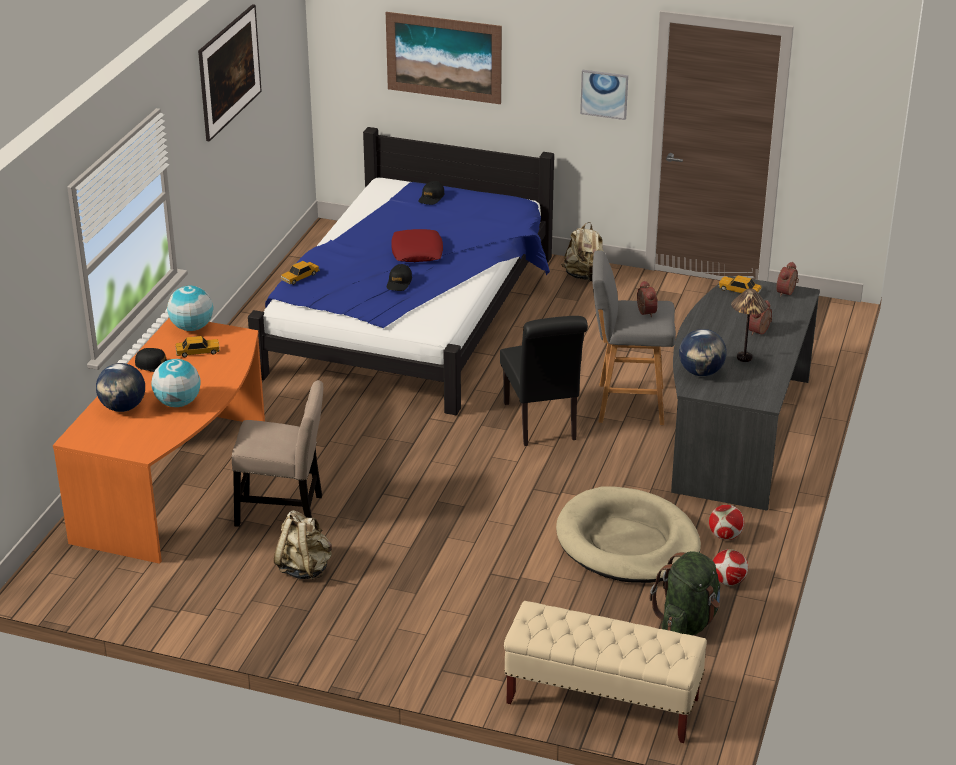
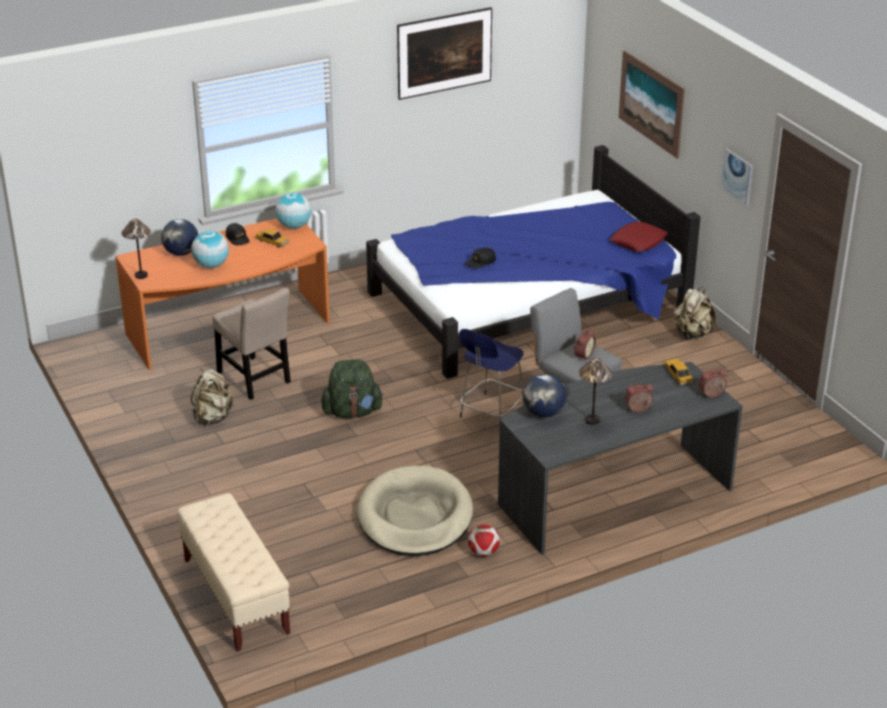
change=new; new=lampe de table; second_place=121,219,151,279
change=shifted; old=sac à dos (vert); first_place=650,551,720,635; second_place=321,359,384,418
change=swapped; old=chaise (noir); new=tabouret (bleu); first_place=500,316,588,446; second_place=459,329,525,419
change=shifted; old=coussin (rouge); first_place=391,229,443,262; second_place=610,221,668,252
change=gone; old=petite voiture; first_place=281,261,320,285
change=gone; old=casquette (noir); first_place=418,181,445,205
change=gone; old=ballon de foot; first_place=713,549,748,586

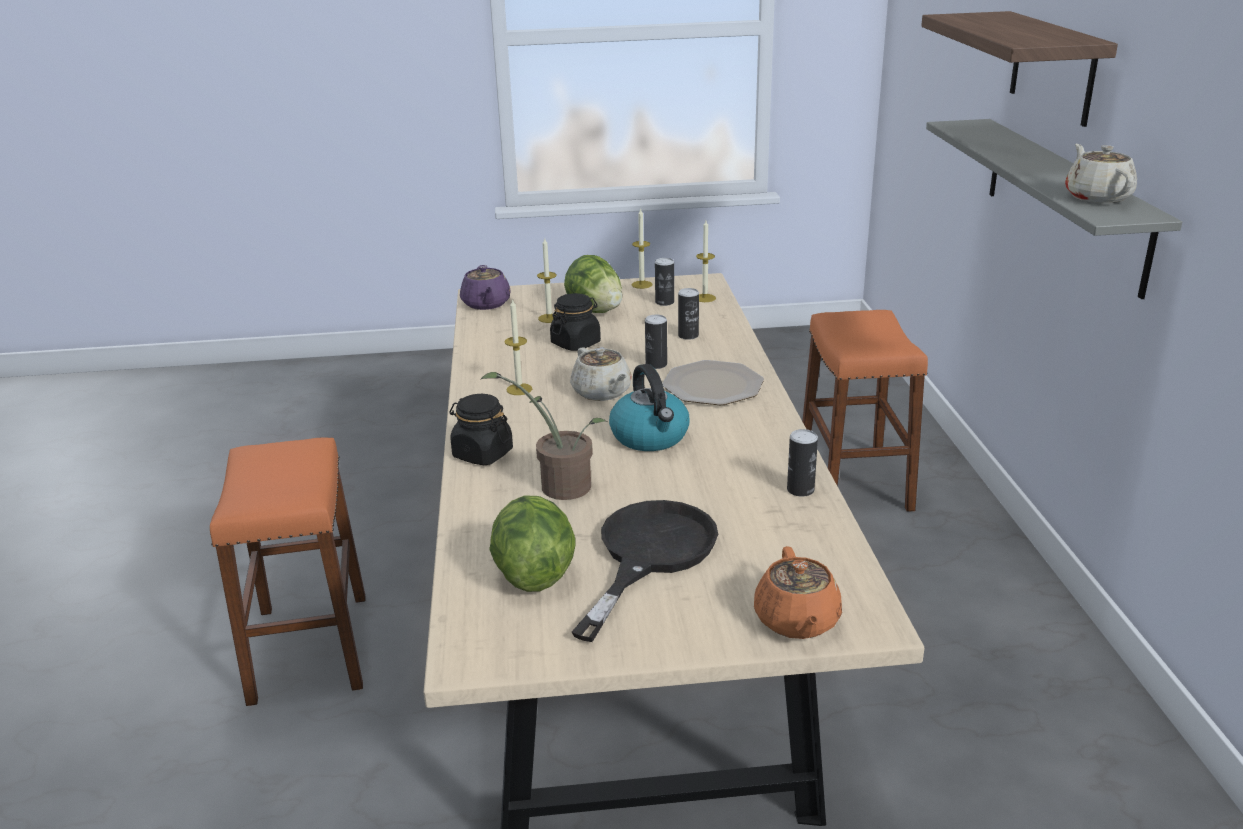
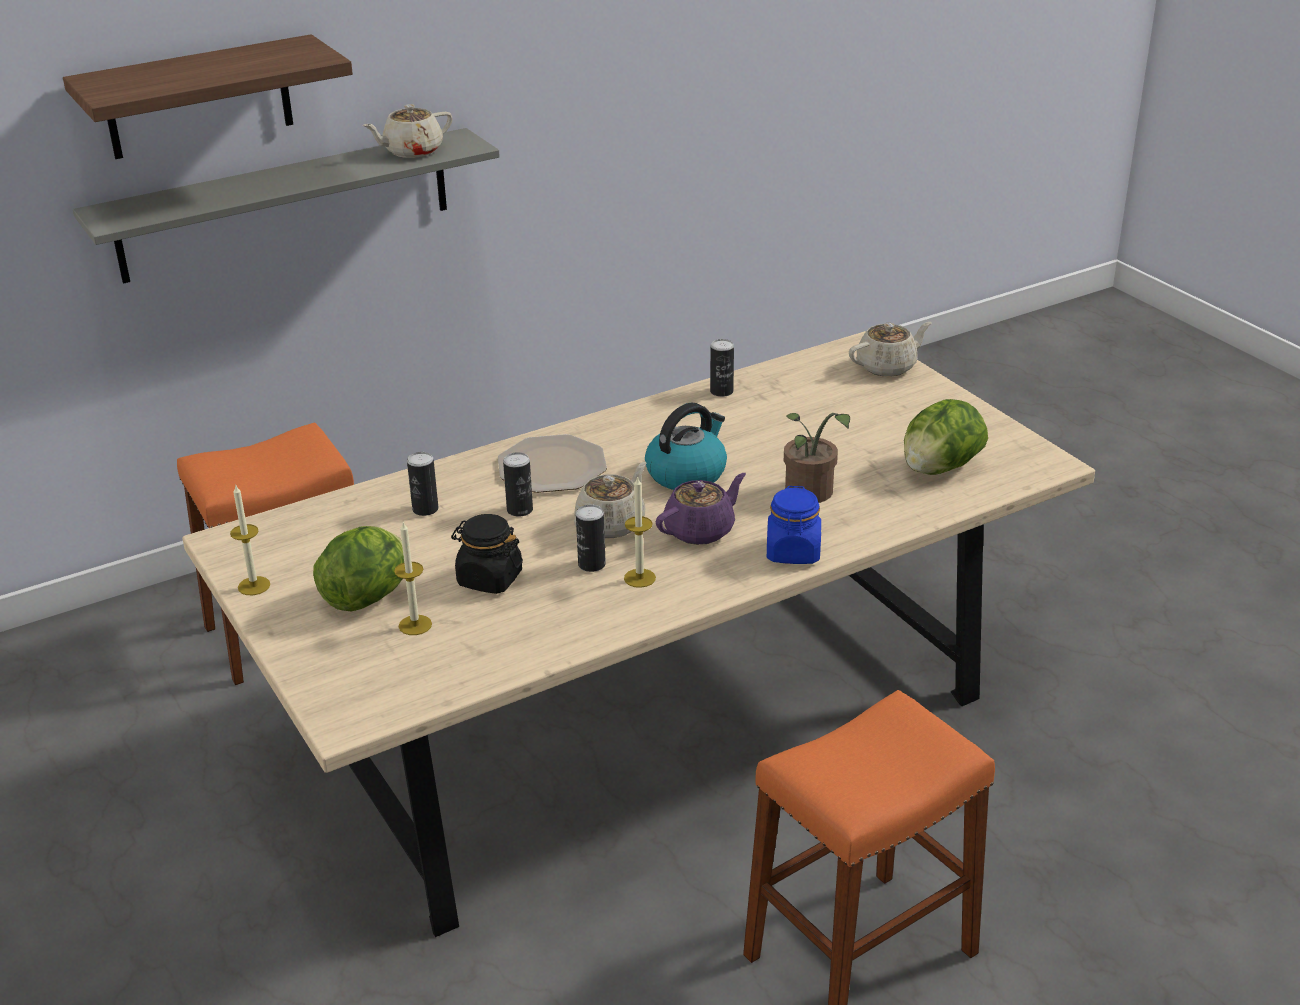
change=shifted; old=boîte métallique; first_place=655,258,674,306; second_place=576,505,606,572
change=shifted; old=théière (violet); first_place=460,265,511,310; second_place=656,473,746,545
change=repainted; old=bocal (noir); new=bocal (bleu); first_place=449,394,513,465; second_place=767,486,821,564
change=repainted; old=théière (orange); new=théière (beige); first_place=754,546,842,639; second_place=849,322,932,377
change=gone; old=poêle (noir); first_place=572,500,718,642
change=gone; old=bougie; first_place=696,220,716,302

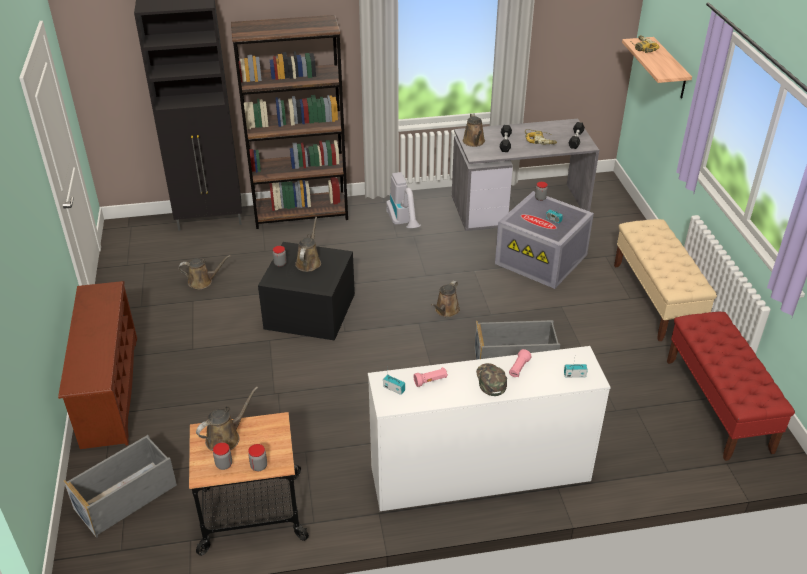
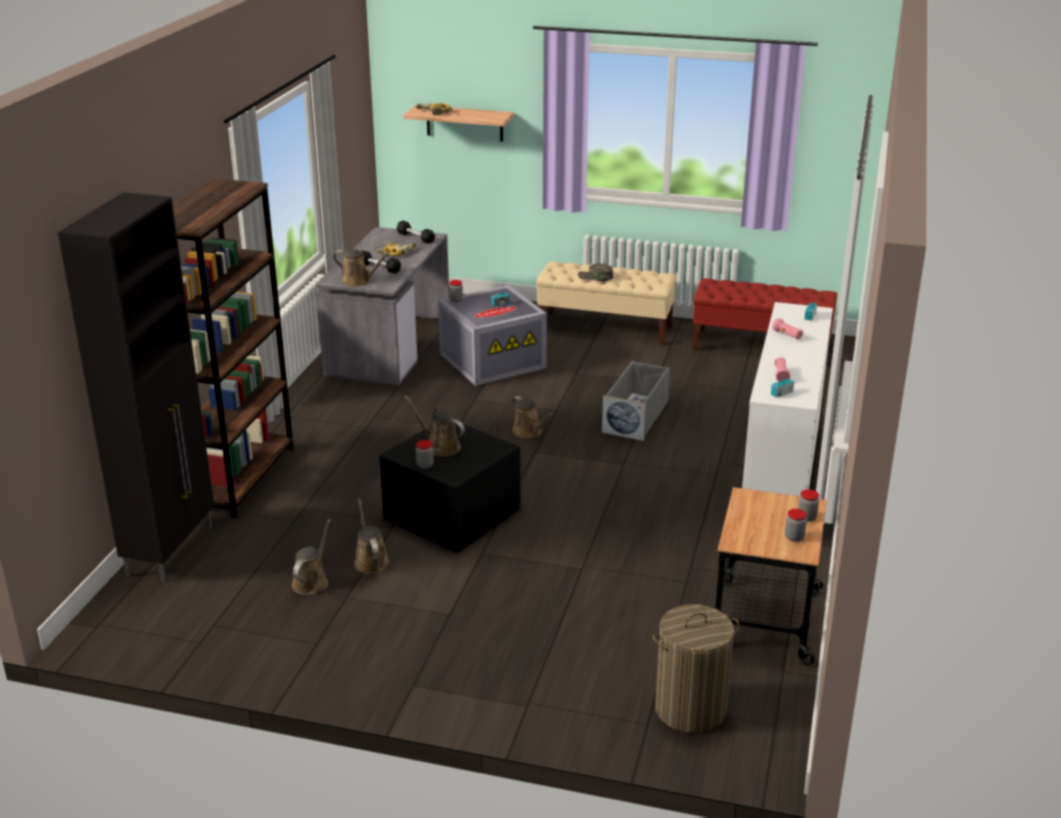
change=shifted; old=arrosoir (marron); first_place=196,387,258,451; second_place=354,499,389,574
change=shifted; old=casquette (vert); first_place=476,363,507,396; second_place=578,264,613,281
change=swapped; old=boîte de rangement (gris); new=panier à linge; first_place=64,435,177,538; second_place=653,604,740,733
change=gone; old=étagère à chaussures (marron); first_place=58,281,137,449
change=gone; old=aspirateur; first_place=386,172,421,228

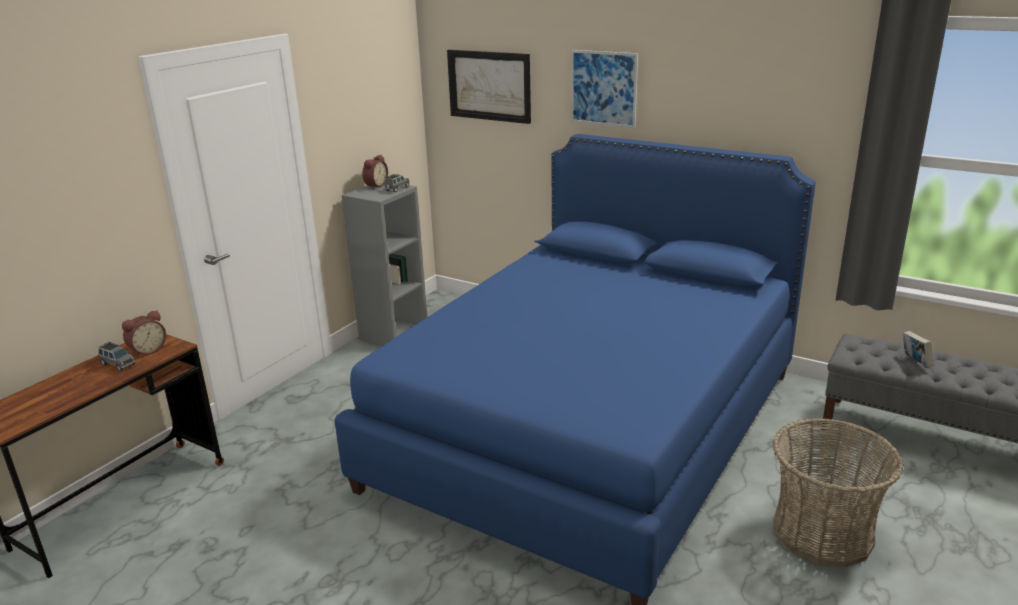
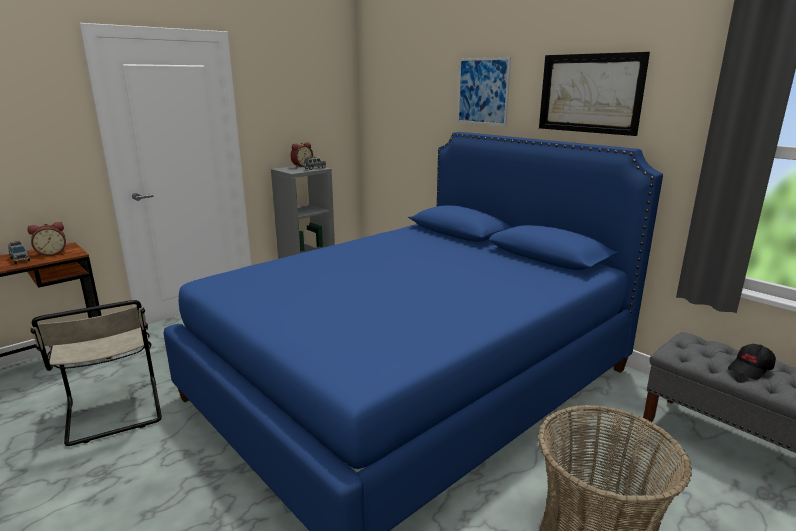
change=new; new=chaise (beige); second_place=30,300,162,446
change=shifted; old=tableau; first_place=447,50,531,124; second_place=539,52,650,136
change=swapped; old=livre; new=casquette (noir); first_place=903,331,933,367; second_place=728,344,776,380

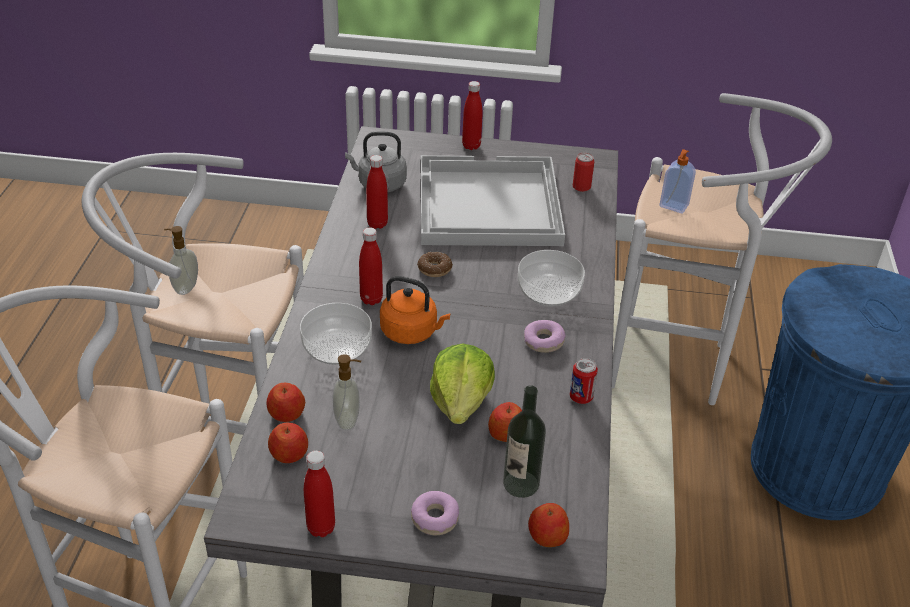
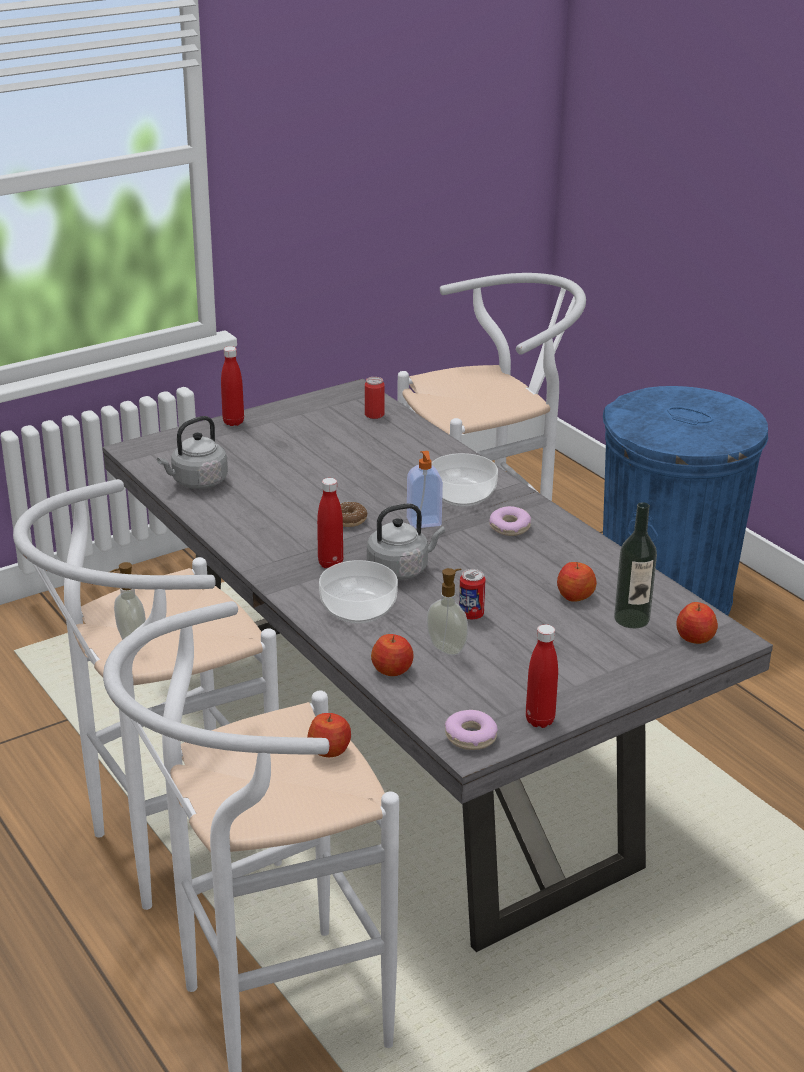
change=shifted; old=pomme; first_place=268,423,308,463; second_place=307,713,351,757
change=repainted; old=bouilloire (orange); new=bouilloire (gris); first_place=380,276,450,344; second_place=367,503,445,580
change=shifted; old=distributeur de savon; first_place=659,149,696,214; second_place=407,451,443,528
change=shifted; old=beignet; first_place=411,491,459,535; second_place=445,710,498,750
change=shifted; old=boîte métallique; first_place=570,358,598,404; second_place=459,569,485,620
change=gone; old=bouteille (rouge); first_place=366,155,388,229
change=gone; old=plateau (blanc); first_place=421,155,565,246
change=gone; old=laitue; first_place=430,344,495,424

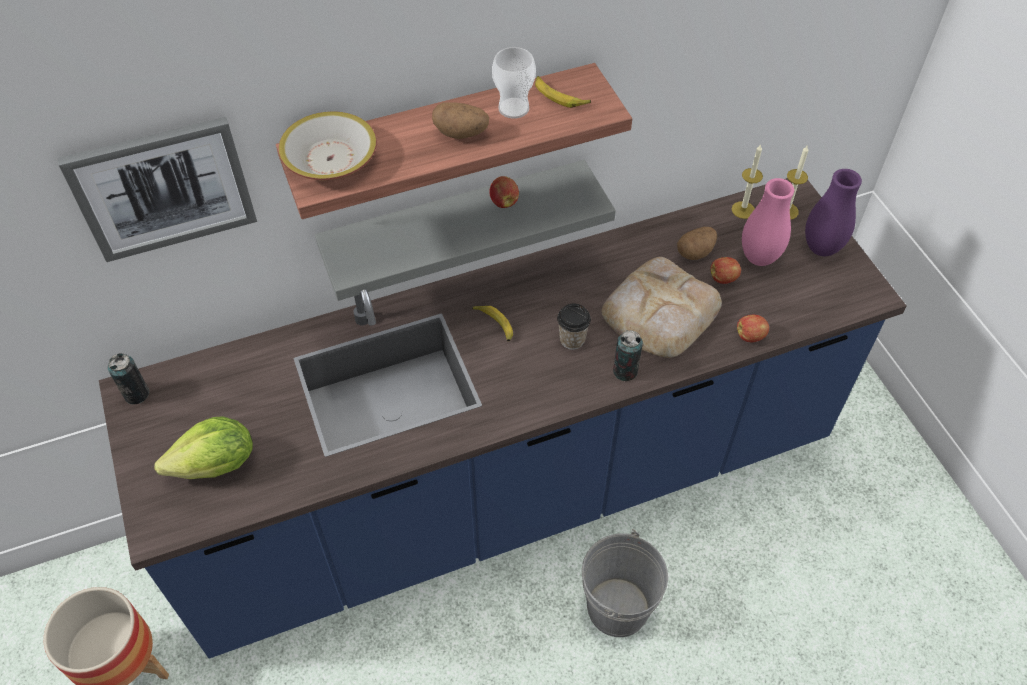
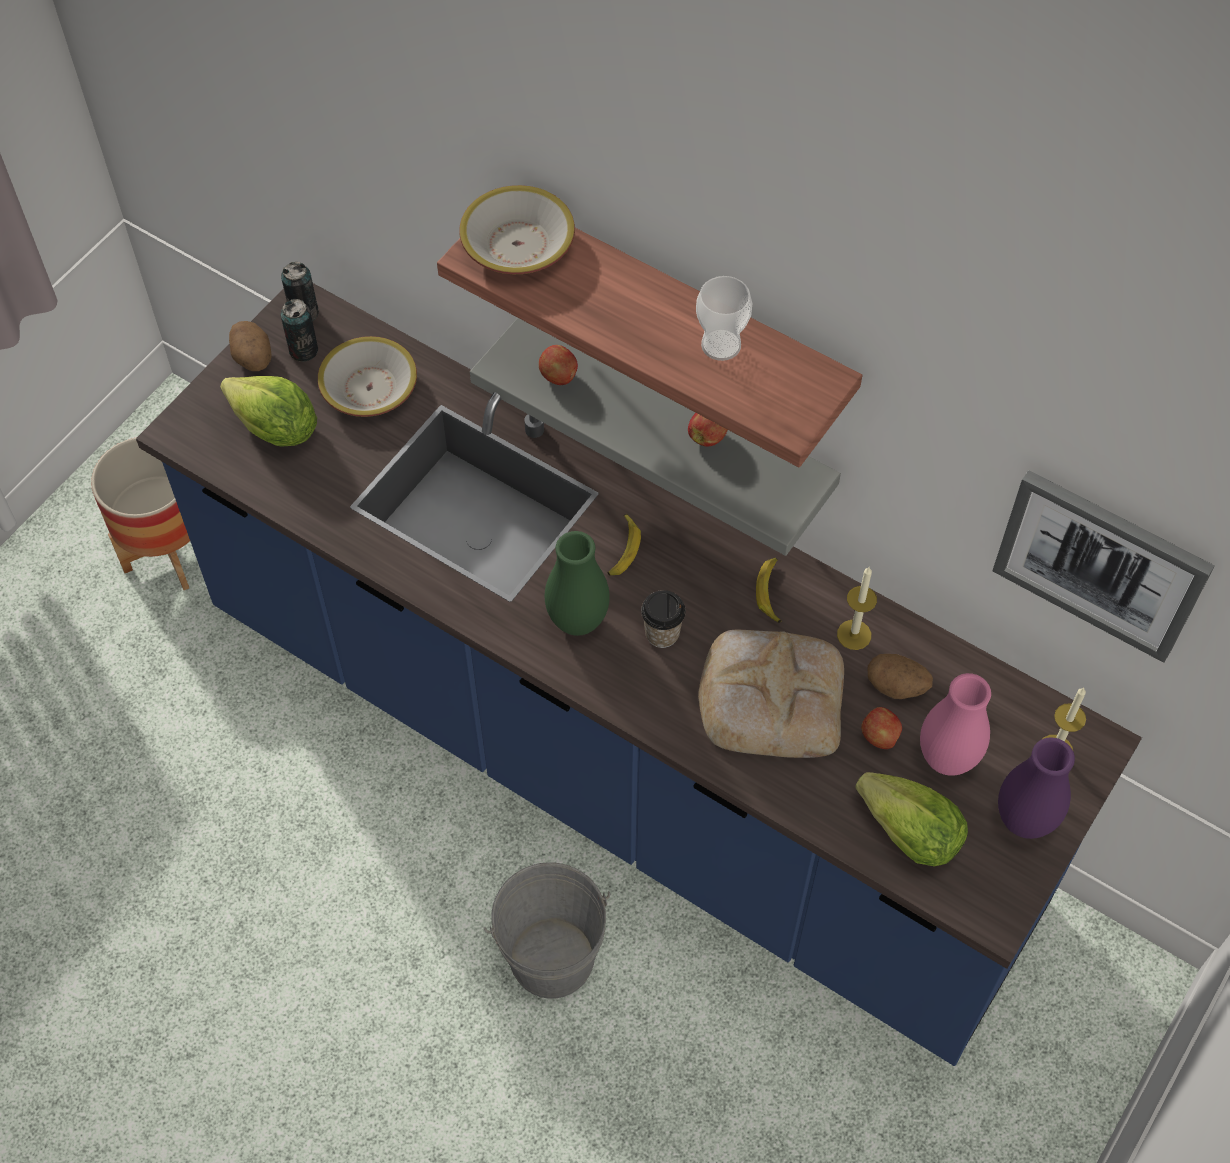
change=shifted; old=pomme de terre; first_place=432,102,489,139; second_place=229,321,272,371
change=shifted; old=boîte métallique; first_place=613,330,643,381; second_place=280,299,318,362
change=new; new=bol; second_place=318,336,417,417
change=shifted; old=pomme; first_place=737,315,769,342; second_place=539,345,578,385
change=new; new=vase (vert); second_place=545,531,610,636
change=shifted; old=banane; first_place=535,76,591,108; second_place=756,558,782,623
change=shifted; old=bougie; first_place=732,144,763,219; second_place=837,567,877,650
change=new; new=laitue; second_place=855,772,968,866
change=shifted; old=tableau; first_place=58,117,257,262; second_place=993,470,1215,663

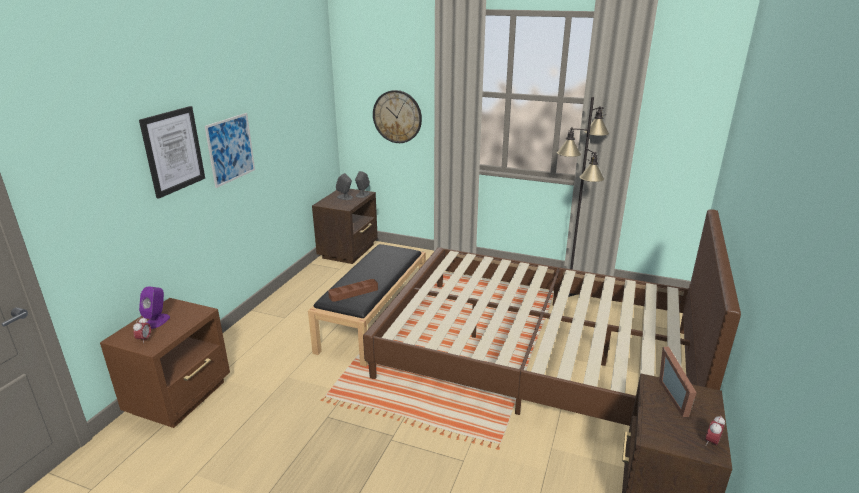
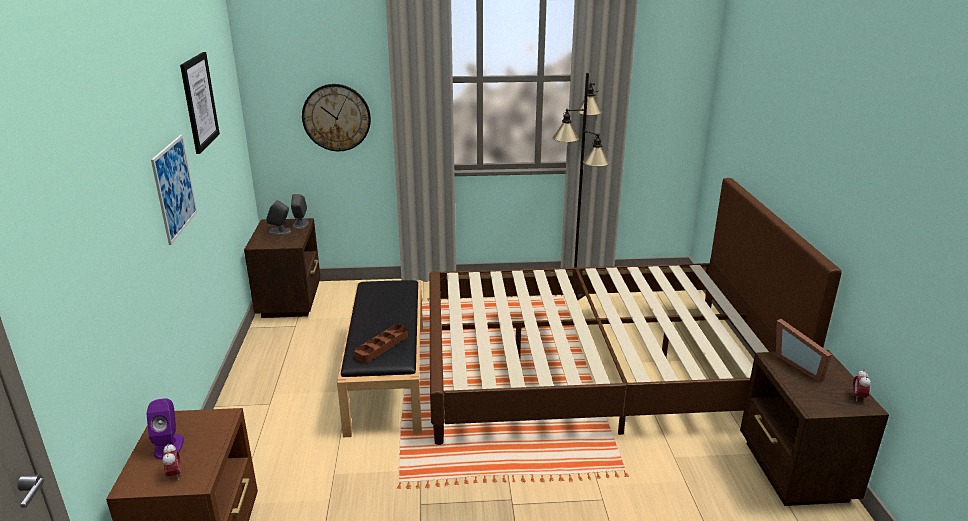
change=shifted; old=tableau; first_place=139,106,205,199; second_place=180,52,220,154

